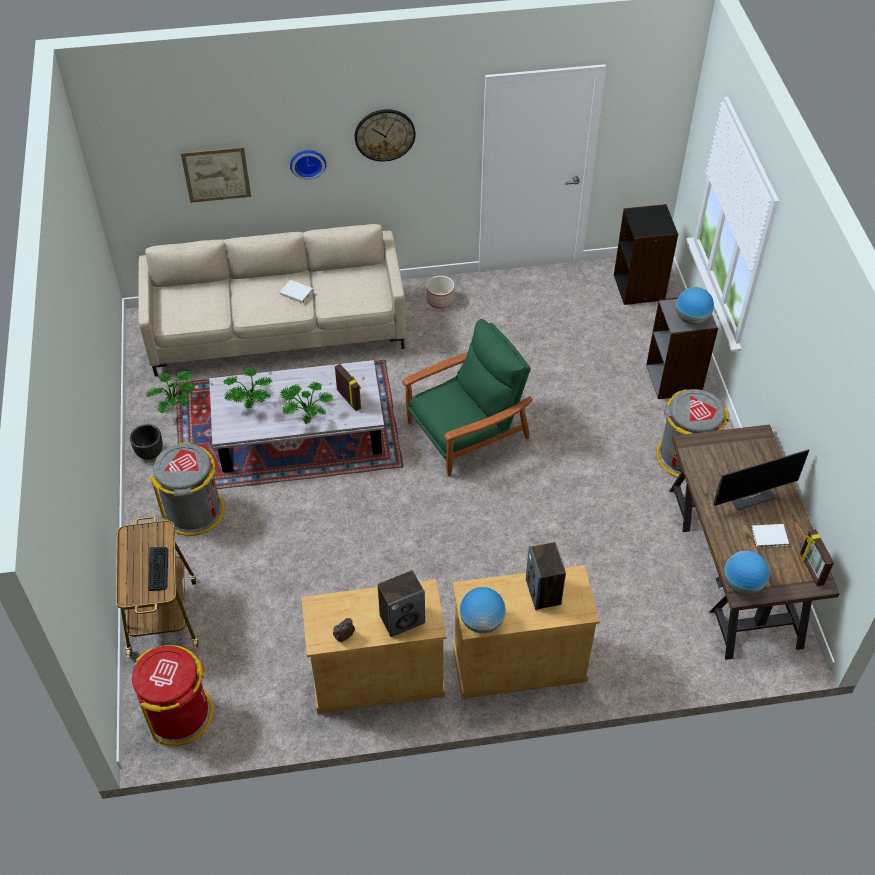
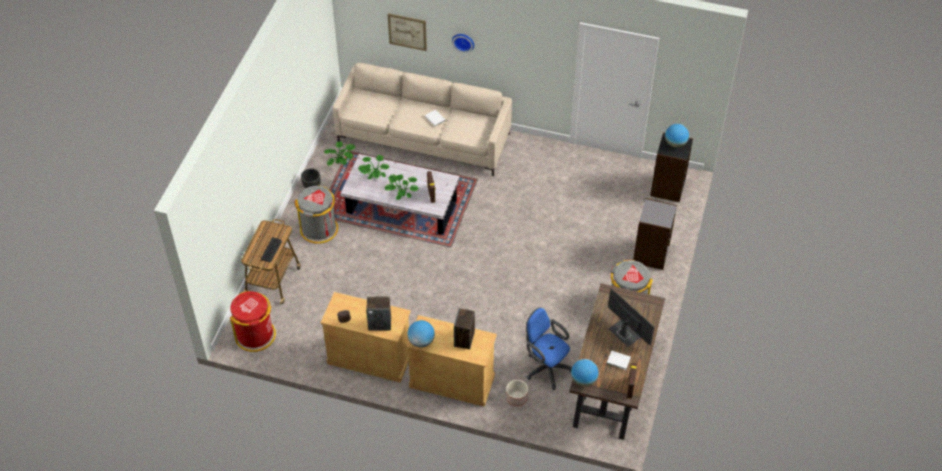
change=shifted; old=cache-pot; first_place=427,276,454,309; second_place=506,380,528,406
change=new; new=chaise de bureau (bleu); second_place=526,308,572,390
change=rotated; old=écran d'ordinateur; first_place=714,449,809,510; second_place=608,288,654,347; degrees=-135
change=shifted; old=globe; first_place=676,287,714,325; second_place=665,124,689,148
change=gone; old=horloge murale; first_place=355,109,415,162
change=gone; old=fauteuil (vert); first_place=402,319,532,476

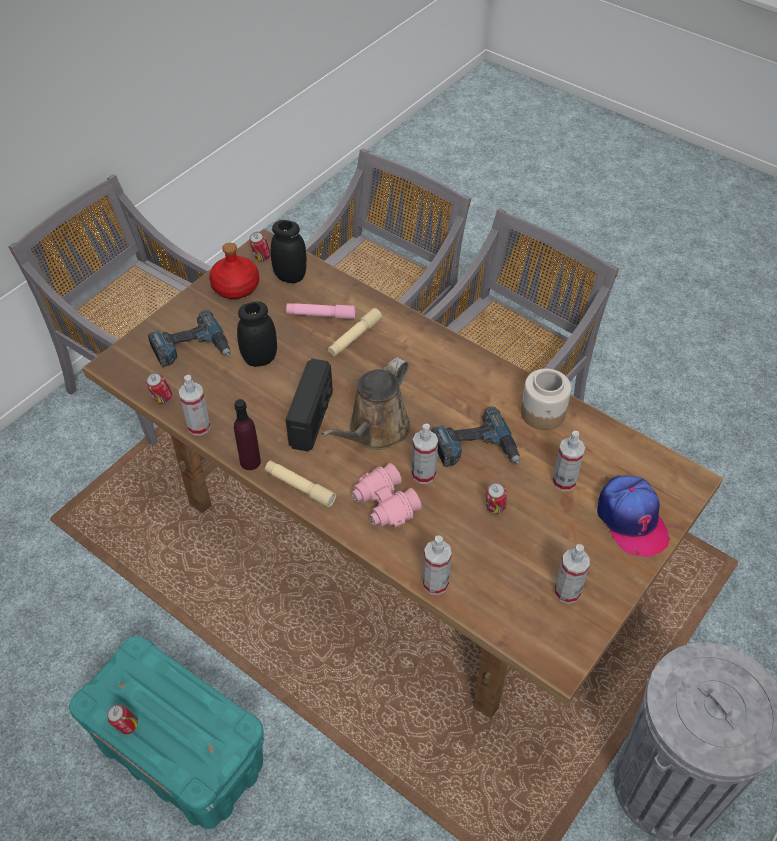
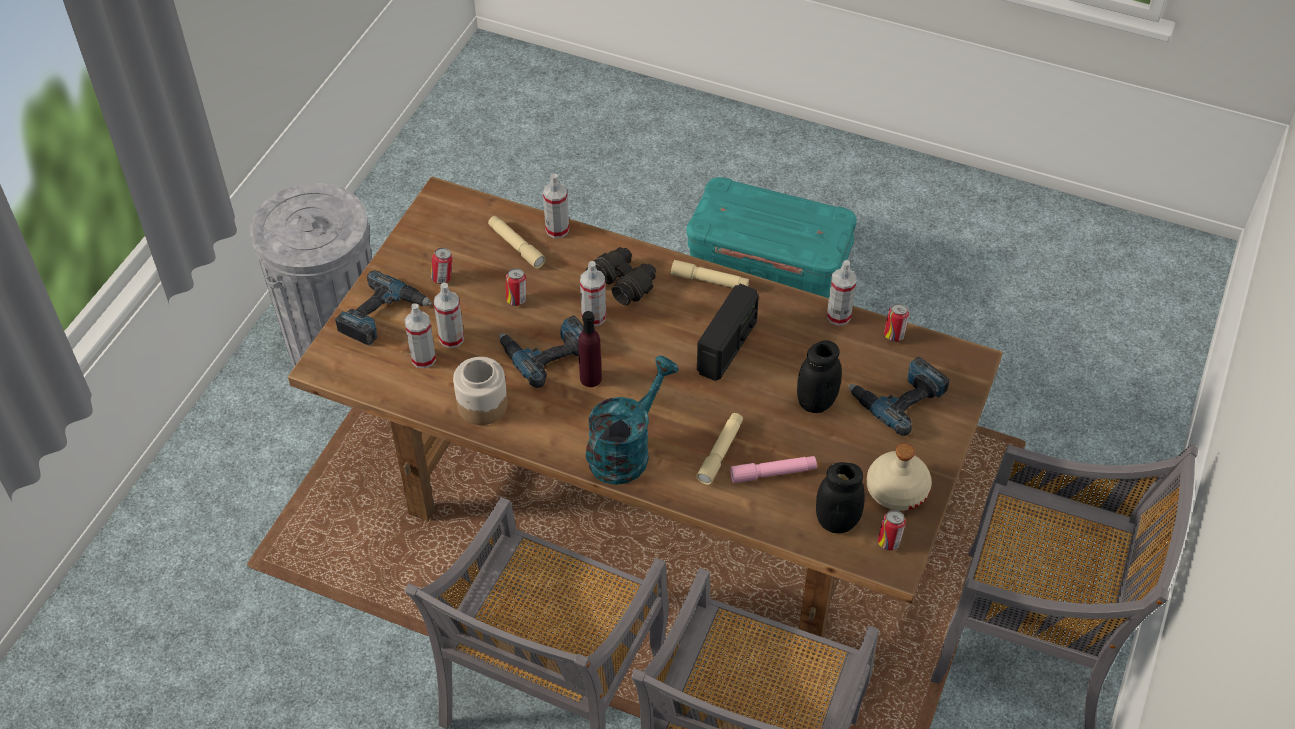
change=swapped; old=casquette; new=perceuse; first_place=597,476,670,557; second_place=335,271,432,345
change=shifted; old=vaporisateur; first_place=555,544,590,604; second_place=405,303,436,369
change=shifted; old=boîte métallique; first_place=107,705,138,735; second_place=431,248,453,284
change=new; new=lampe de poche (beige); second_place=488,216,546,269
change=shifted; old=bouteille (violet); first_place=234,399,261,470; second_place=578,311,602,387
change=repainted; old=jumelles (rose); new=jumelles (noir); first_place=352,463,422,527; second_place=586,247,656,305
change=new; new=arrosoir (turquoise); second_place=586,356,679,485
change=rotated; old=radio; first_place=285,359,333,452; second_place=697,284,759,381; degrees=-150
change=repainted; old=bouteille (rouge); new=bouteille (beige); first_place=209,243,259,299; second_place=867,444,932,511
change=gone; old=arrosoir (marron); first_place=322,357,410,450

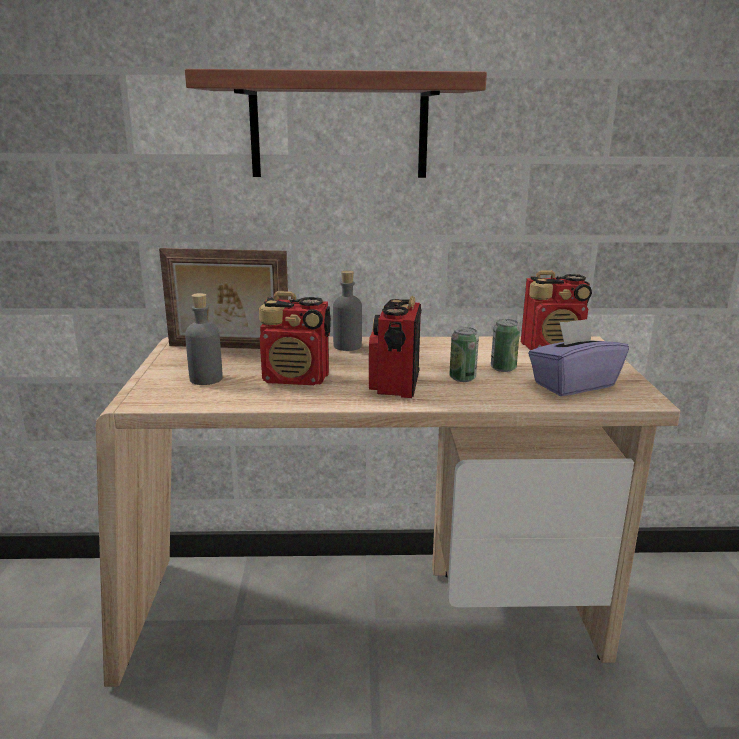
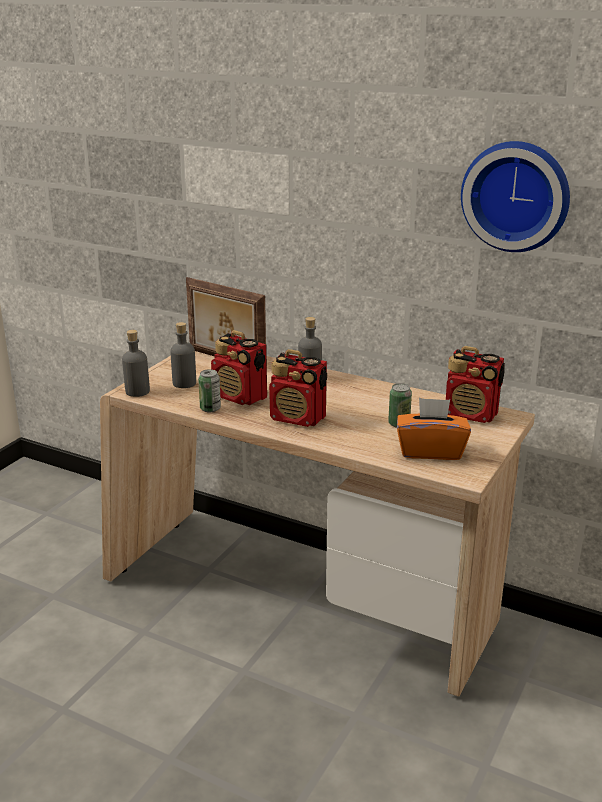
change=new; new=bouteille (gris); second_place=122,330,150,397
change=shifted; old=boîte métallique; first_place=449,327,479,382; second_place=198,369,221,412
change=rotated; old=radio; first_place=369,296,422,398; second_place=269,349,327,427; degrees=-105
change=repainted; old=boîte à mouchoirs (violet); new=boîte à mouchoirs (orange); first_place=528,318,629,396; second_place=397,398,471,460
change=new; new=horloge murale; second_place=461,141,570,252
change=gone; old=étagère; first_place=185,69,487,178

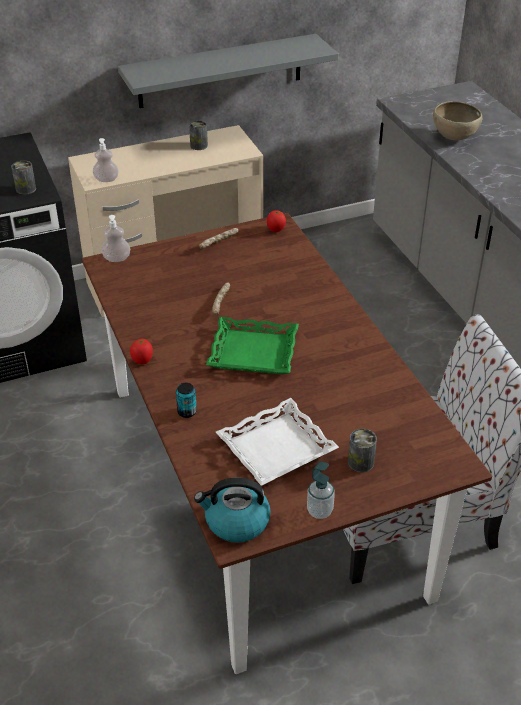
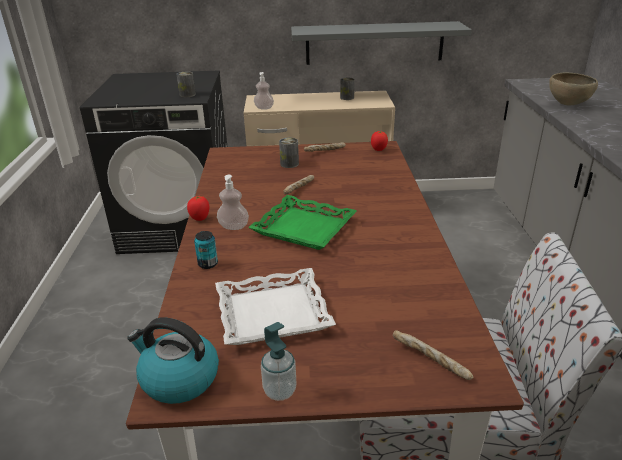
change=shifted; old=distributeur de savon; first_place=101,215,130,262; second_place=217,175,249,230
change=shifted; old=boîte métallique; first_place=348,429,377,472; second_place=279,138,299,168
change=new; new=pain; second_place=393,330,474,380

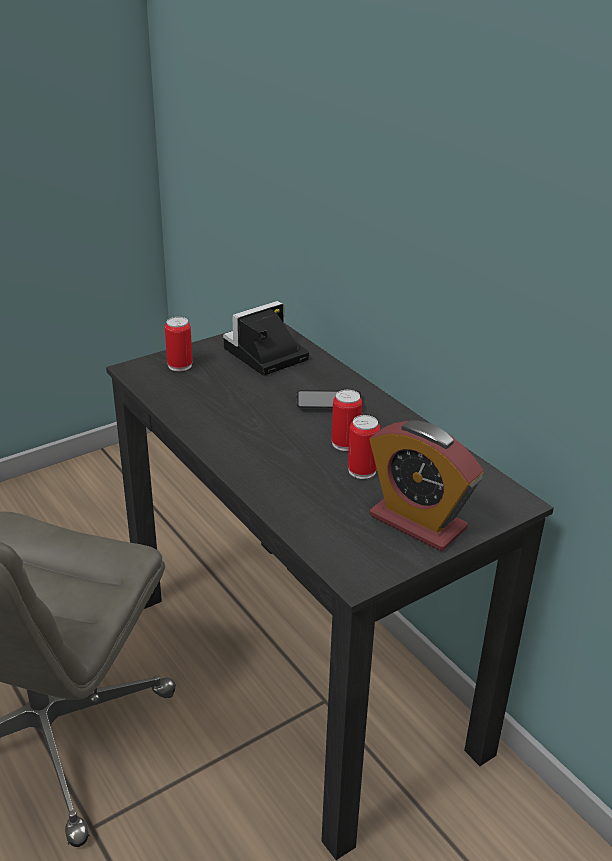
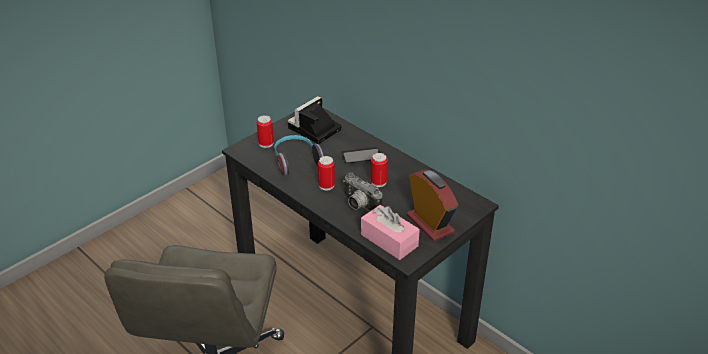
change=new; new=casque audio; second_place=275,135,324,176
change=shifted; old=boîte métallique; first_place=348,415,380,479; second_place=318,156,335,190
change=new; new=appareil photo; second_place=343,172,383,212
change=new; new=boîte à mouchoirs (rose); second_place=361,205,420,260
change=rotated; old=réveil; first_place=369,420,484,551; second_place=407,170,458,242; degrees=-150

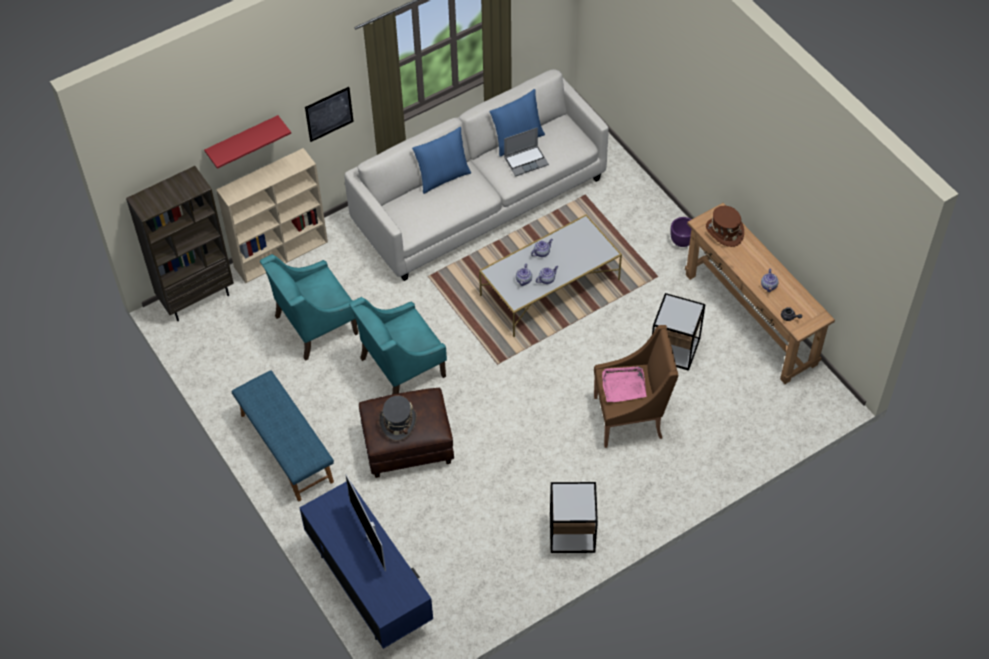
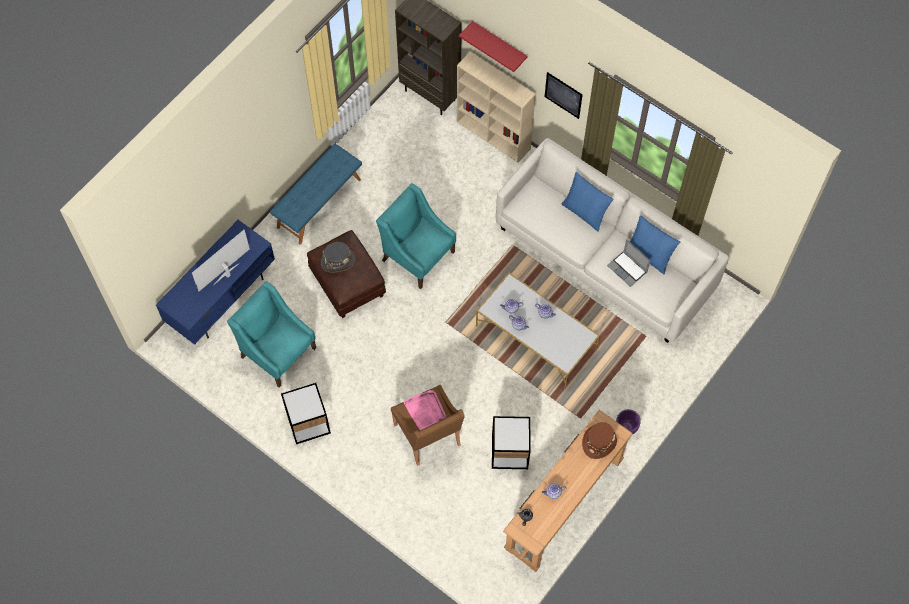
change=shifted; old=fauteuil (turquoise); first_place=260,254,358,361; second_place=227,281,316,388

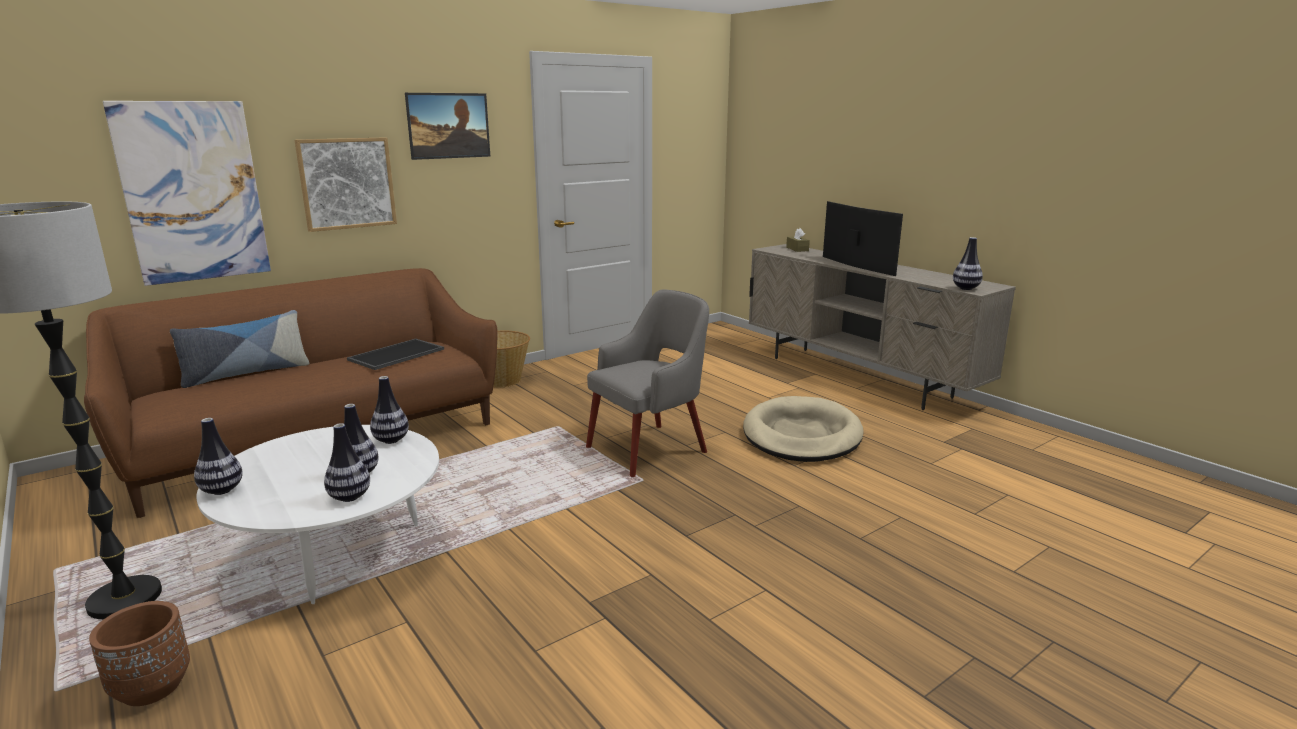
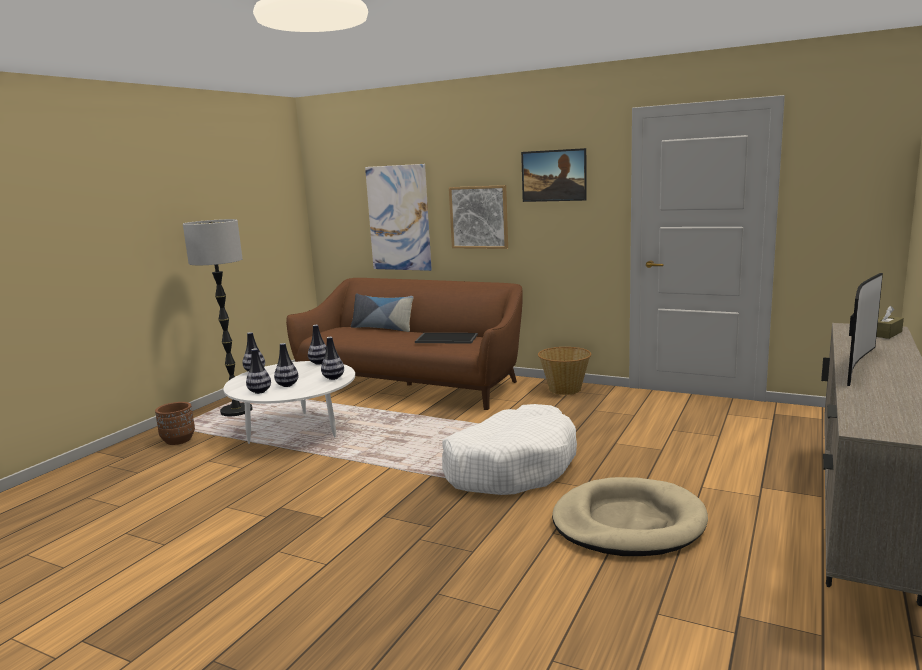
change=shifted; old=vase; first_place=953,237,983,290; second_place=308,325,326,365
change=swapped; old=fauteuil (gris); new=panier pour chien (blanc); first_place=586,290,709,477; second_place=442,404,577,495

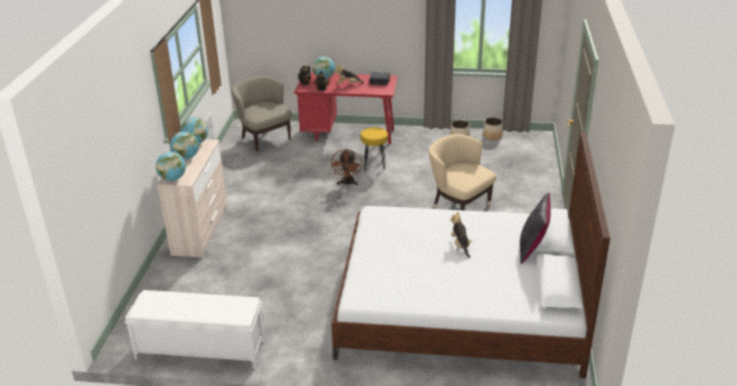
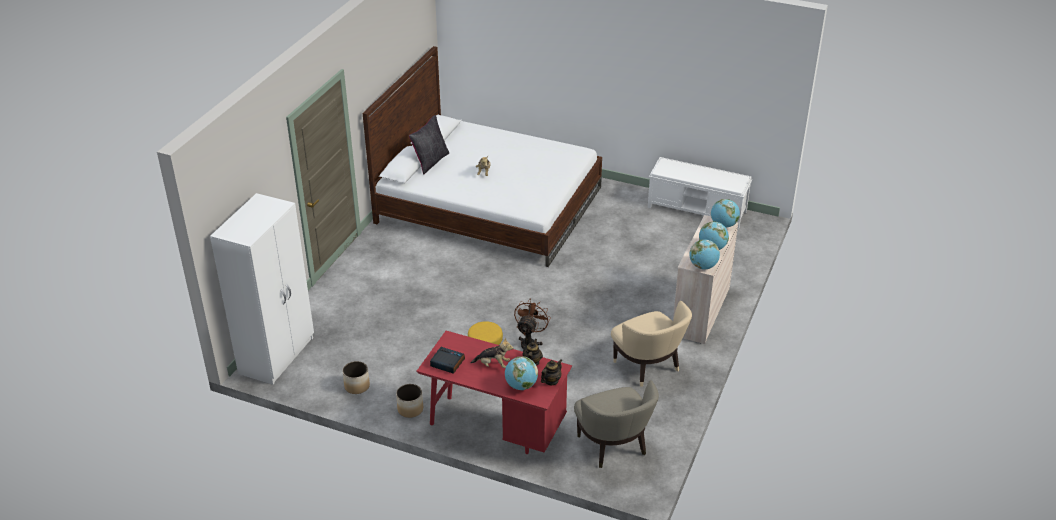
change=new; new=armoire (blanc); second_place=210,193,314,385
change=shifted; old=cache-pot; first_place=483,117,503,140; second_place=396,384,423,418
change=shifted; old=fauteuil (beige); first_place=428,134,496,210; second_place=611,301,692,387

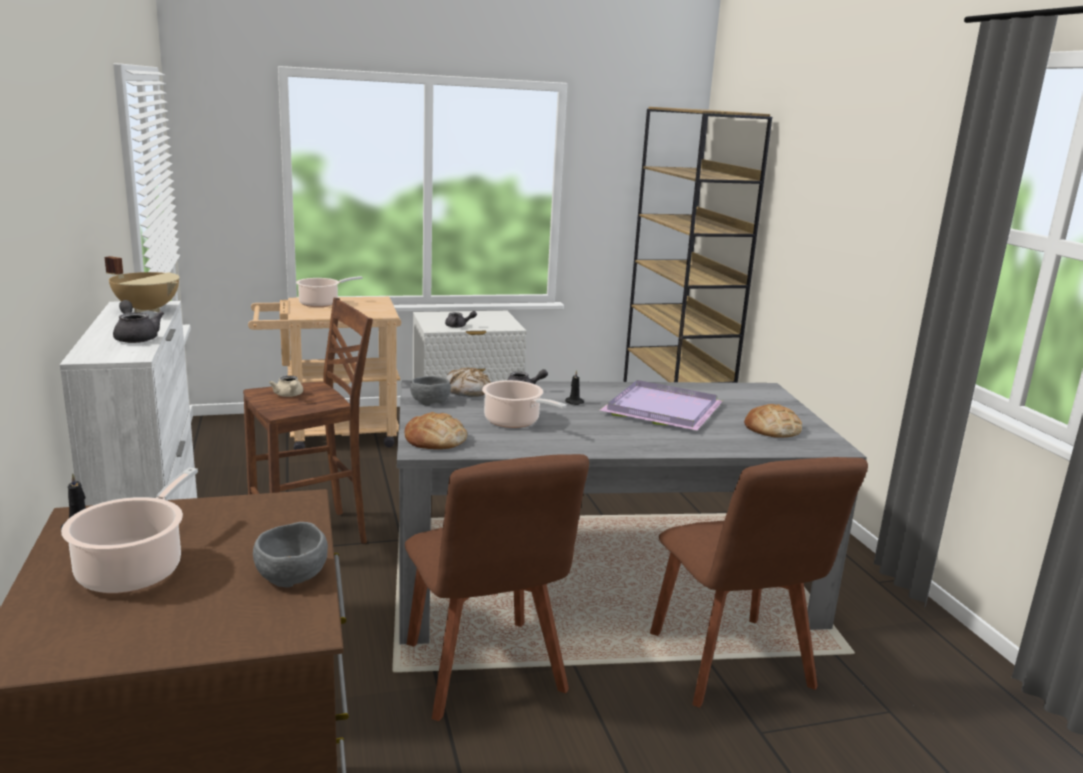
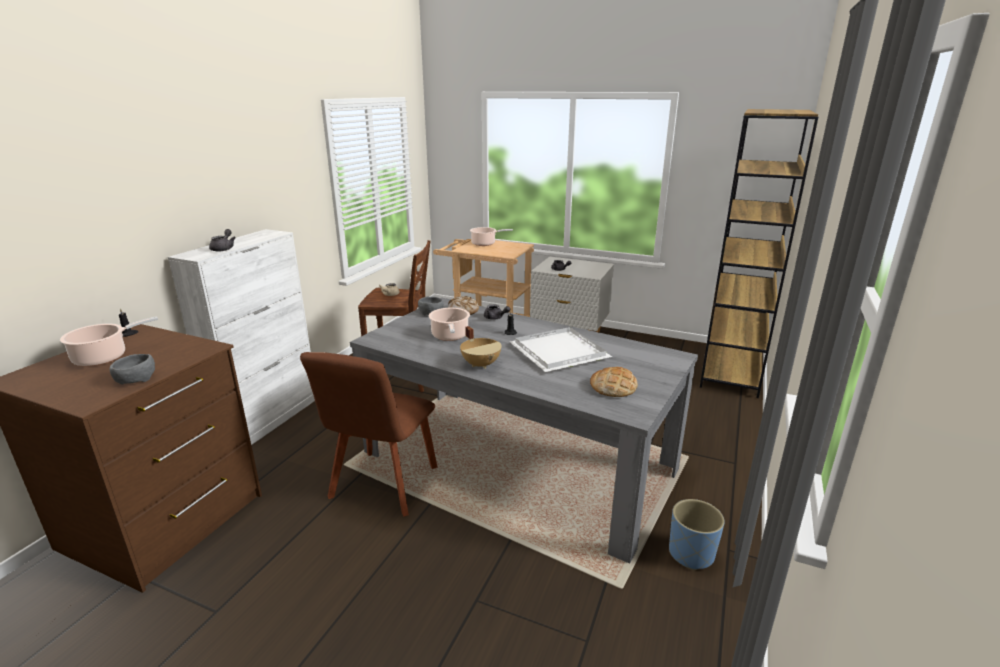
change=shifted; old=marmite (beige); first_place=105,256,179,313; second_place=460,326,502,369
change=repainted; old=plateau (violet); new=plateau (blanc); first_place=600,380,723,431; second_place=510,327,612,372
change=new; new=cache-pot (bleu); second_place=669,499,725,570
change=gone; old=pain; first_place=405,412,467,449
change=gone; old=chaise (marron); first_place=650,457,868,708

